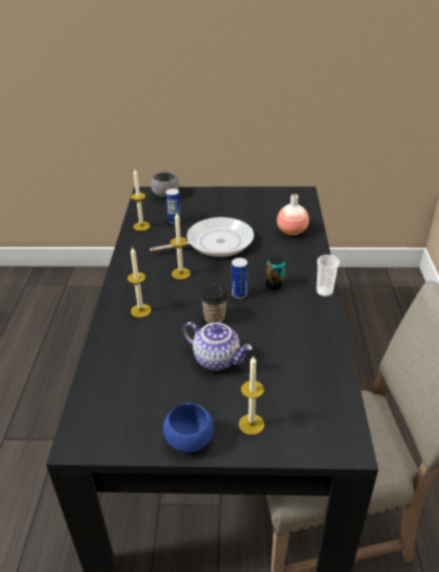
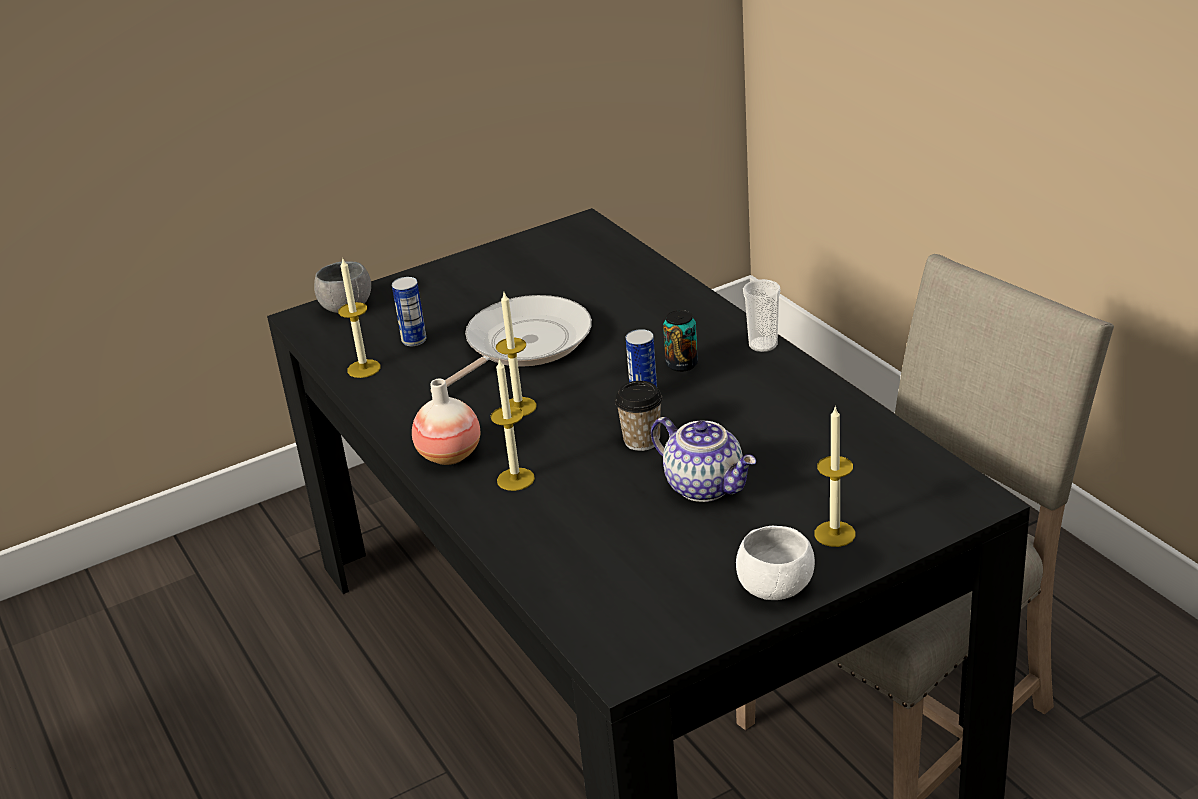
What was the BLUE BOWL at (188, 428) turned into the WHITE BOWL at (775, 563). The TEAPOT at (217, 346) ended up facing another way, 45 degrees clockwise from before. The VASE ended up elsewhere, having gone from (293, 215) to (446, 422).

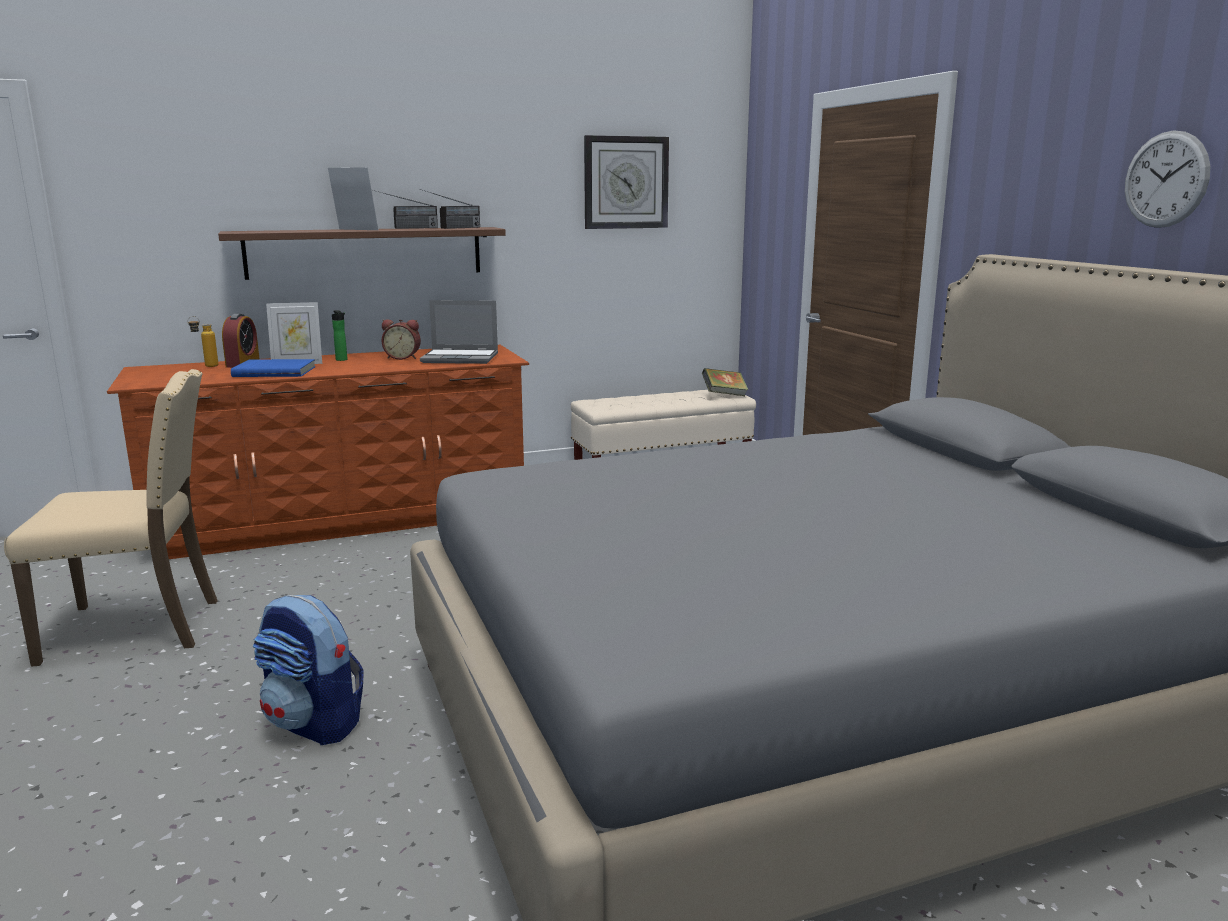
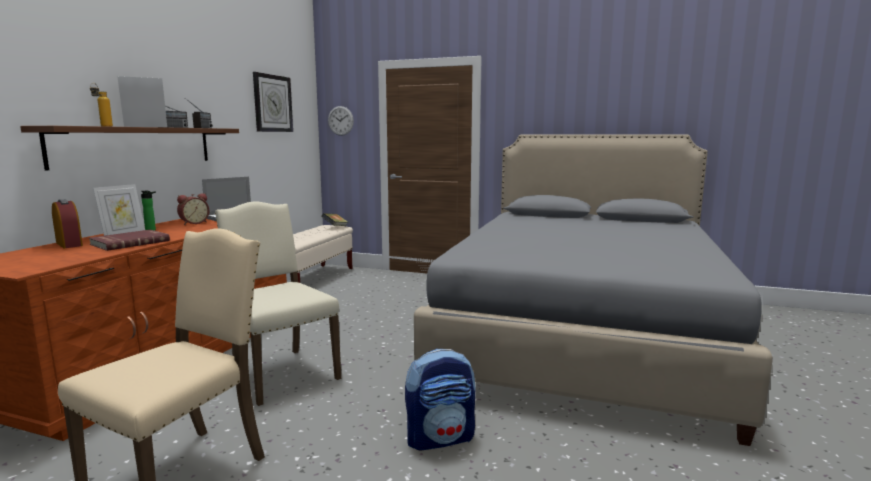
The BOTTLE ended up elsewhere, having gone from (203, 341) to (101, 105). What was the BLUE BOOK at (273, 368) turned into the RED BOOK at (129, 240). The WALL CLOCK ended up elsewhere, having gone from (1168, 179) to (341, 121). The second view gained the BEIGE CHAIR at (278, 304).

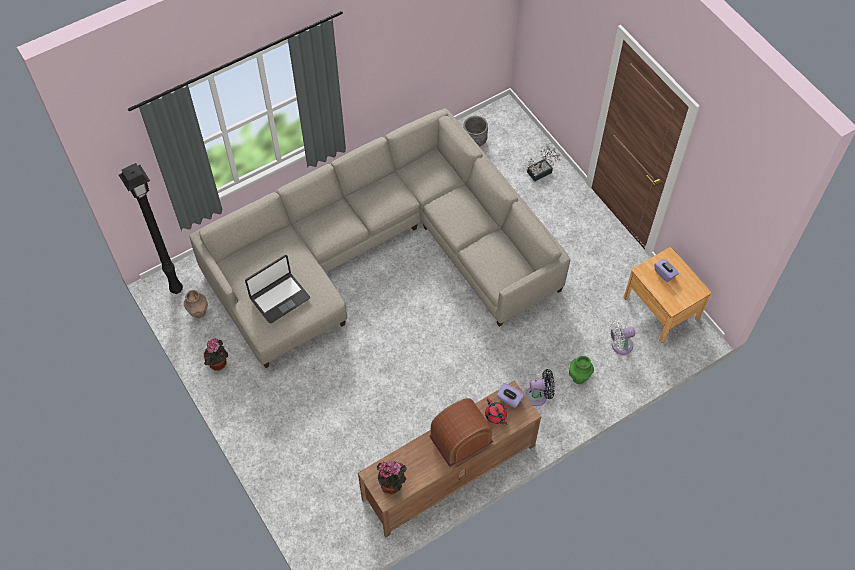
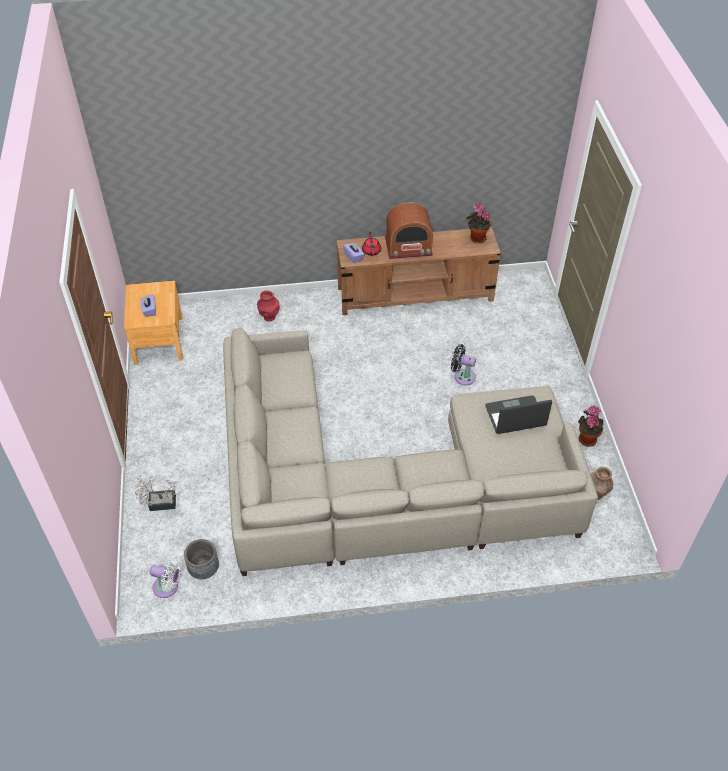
The second view lost the BLACK FLOOR LAMP at (151, 228). The BLACK FAN ended up elsewhere, having gone from (540, 387) to (463, 364). What was the GREEN VASE at (581, 370) turned into the RED VASE at (268, 305). The WHITE FAN ended up elsewhere, having gone from (622, 337) to (165, 577).

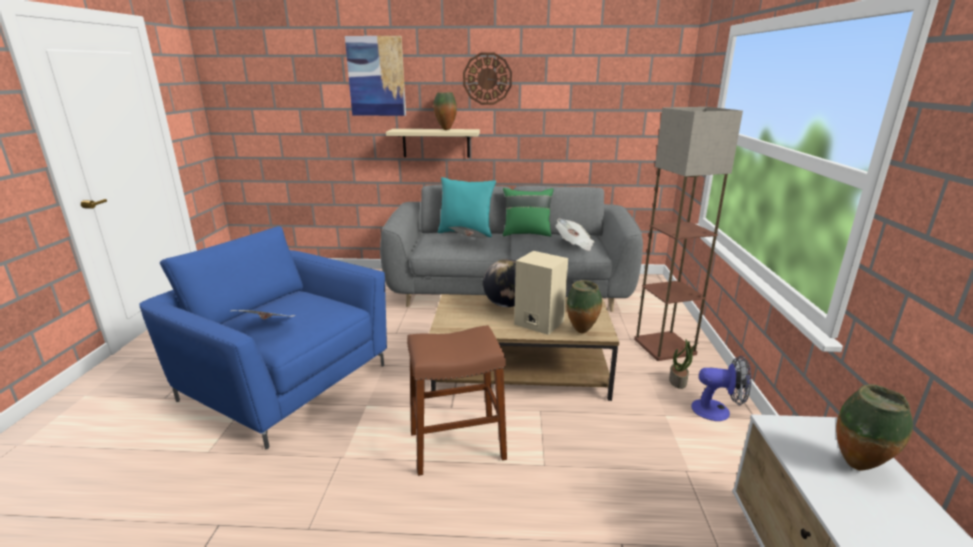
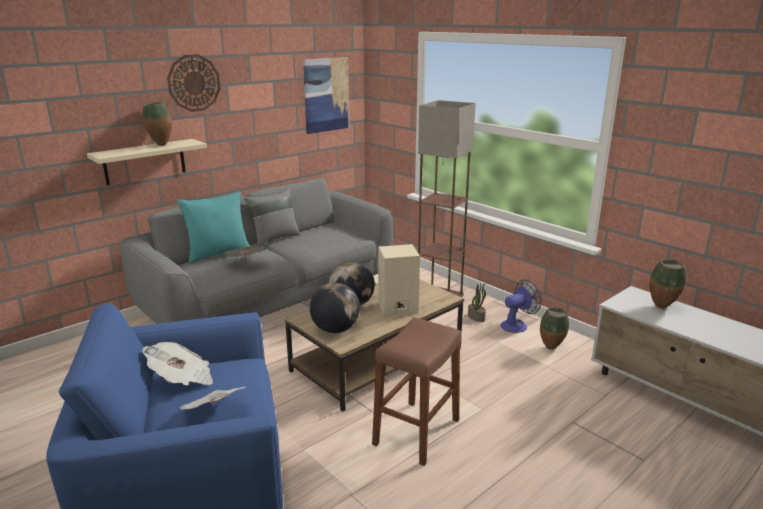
The PICTURE ended up elsewhere, having gone from (375, 76) to (326, 95). What was the GREEN PILLOW at (528, 212) turned into the GREY PILLOW at (272, 217). The NEWSPAPER ended up elsewhere, having gone from (575, 234) to (177, 364). The VASE ended up elsewhere, having gone from (584, 307) to (554, 328). The second view gained the GLOBE at (335, 308).

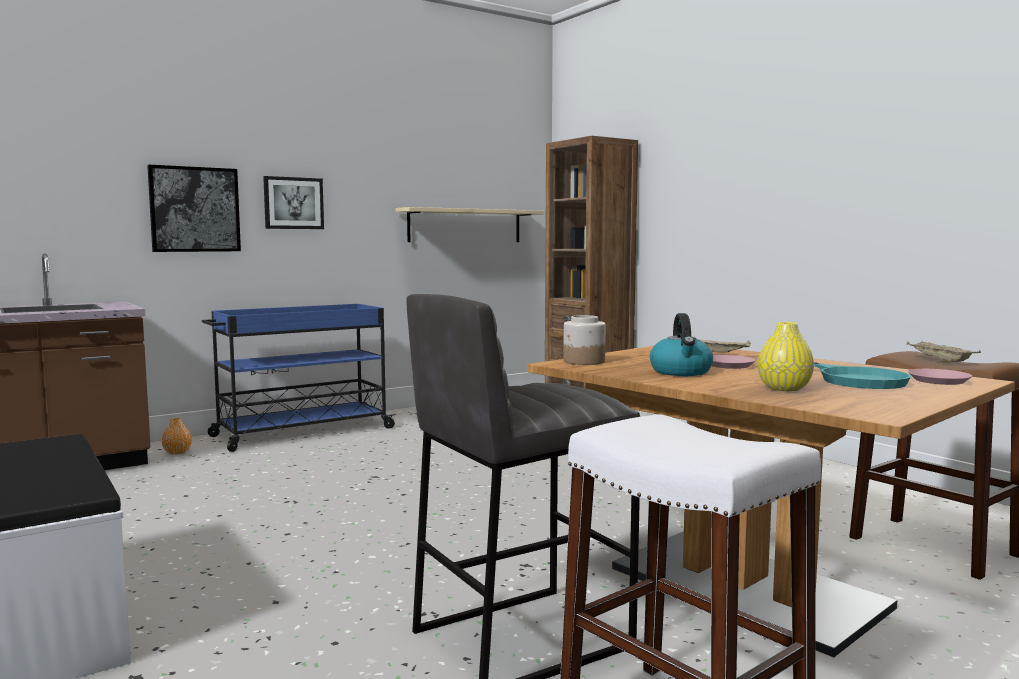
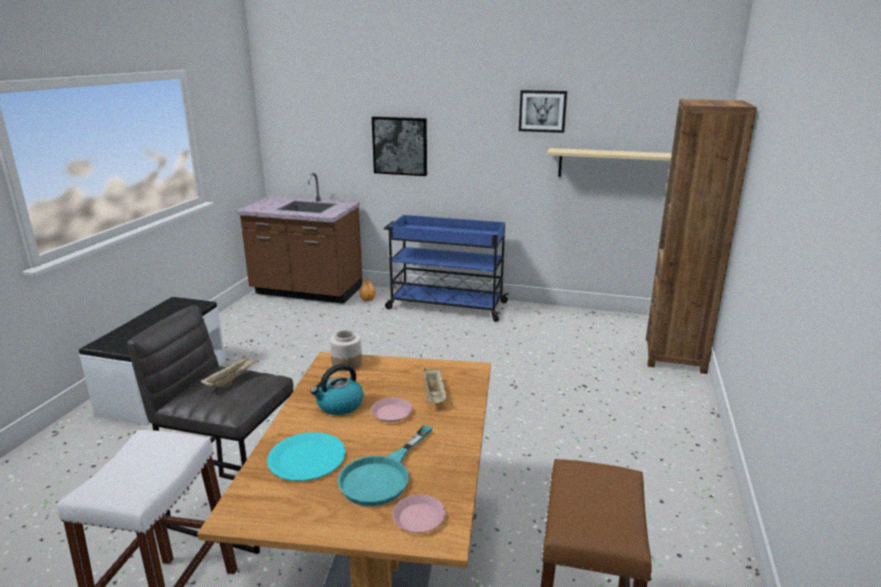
The PICTURE ended up elsewhere, having gone from (293, 202) to (543, 111). Where the YELLOW VASE stood at (786, 356), the TURQUOISE PLATE came to stand at (306, 456). The BEIGE TRAY ended up elsewhere, having gone from (943, 352) to (229, 371).

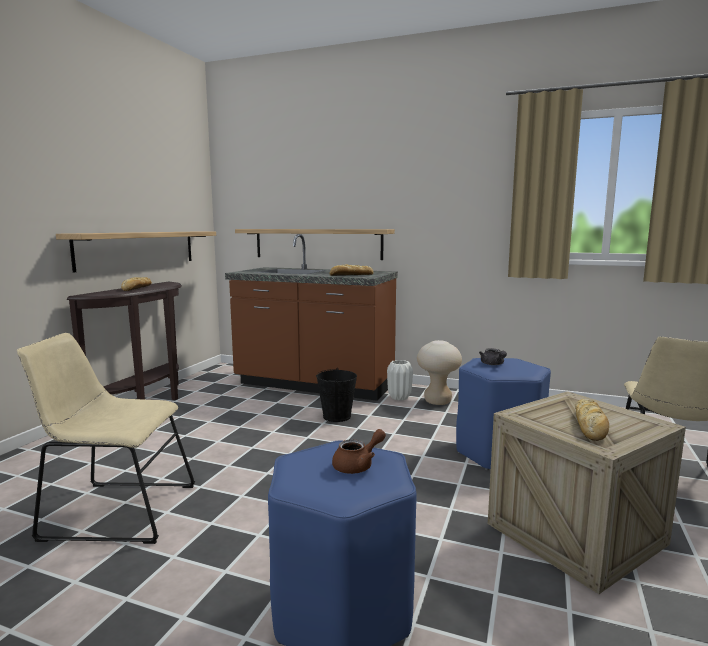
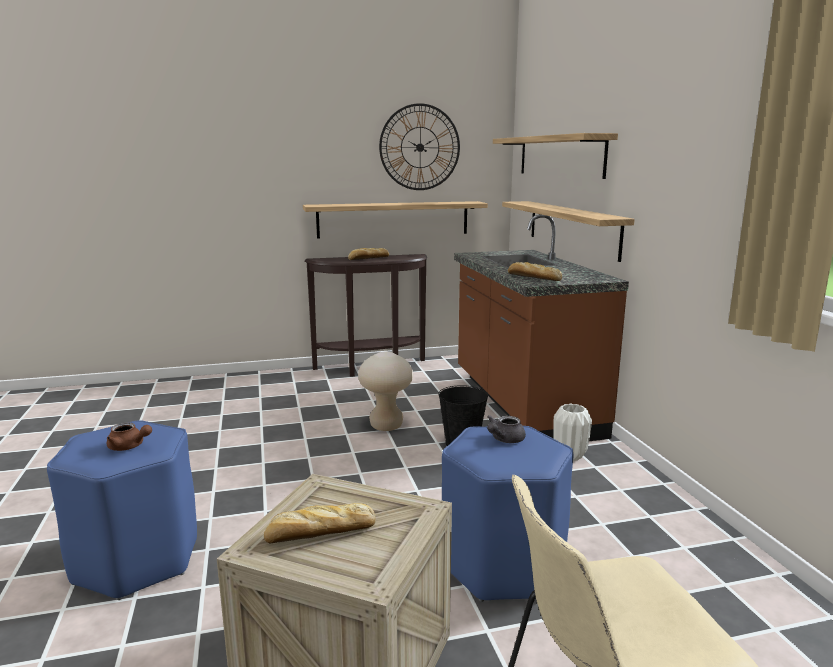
The second view lost the BEIGE CHAIR at (106, 438). The BEIGE STOOL ended up elsewhere, having gone from (439, 372) to (385, 391). The second view gained the WALL CLOCK at (419, 146). The second view gained the SHELF at (555, 156).

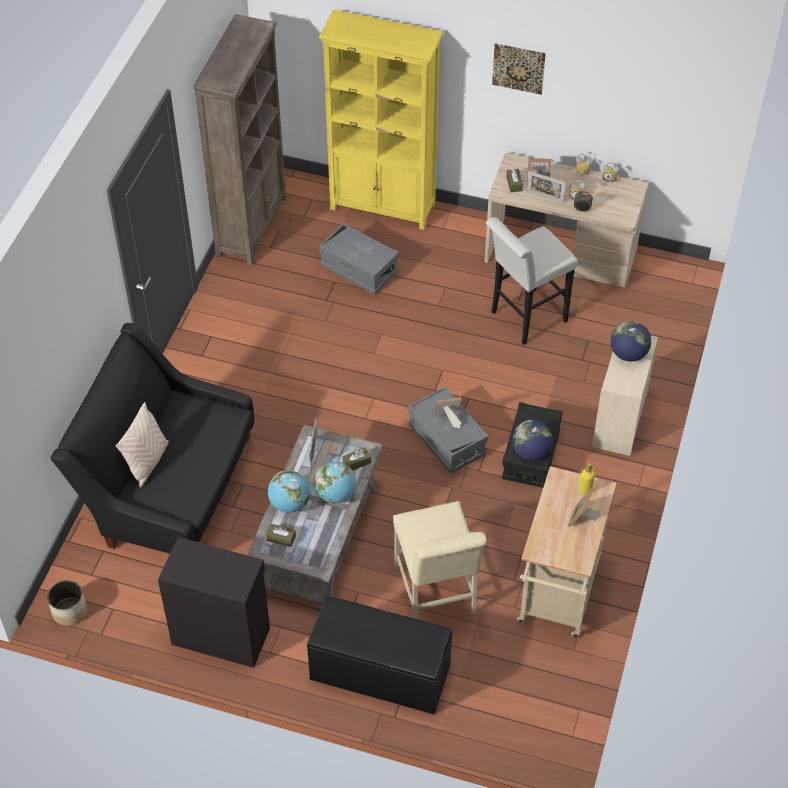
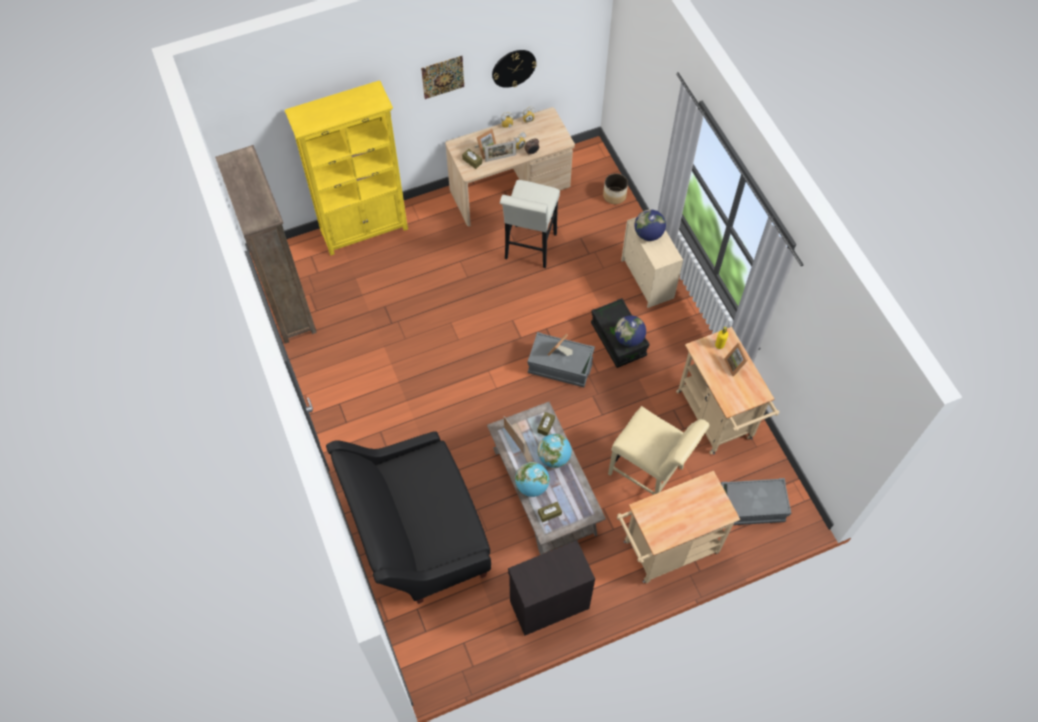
The PLANTER ended up elsewhere, having gone from (67, 603) to (615, 188). The second view lost the BEIGE PILLOW at (142, 445). Where the BLACK BENCH stood at (380, 654), the BEIGE CART came to stand at (678, 527). The GREY STORAGE BOX ended up elsewhere, having gone from (359, 258) to (756, 501). The second view gained the WALL CLOCK at (514, 69).

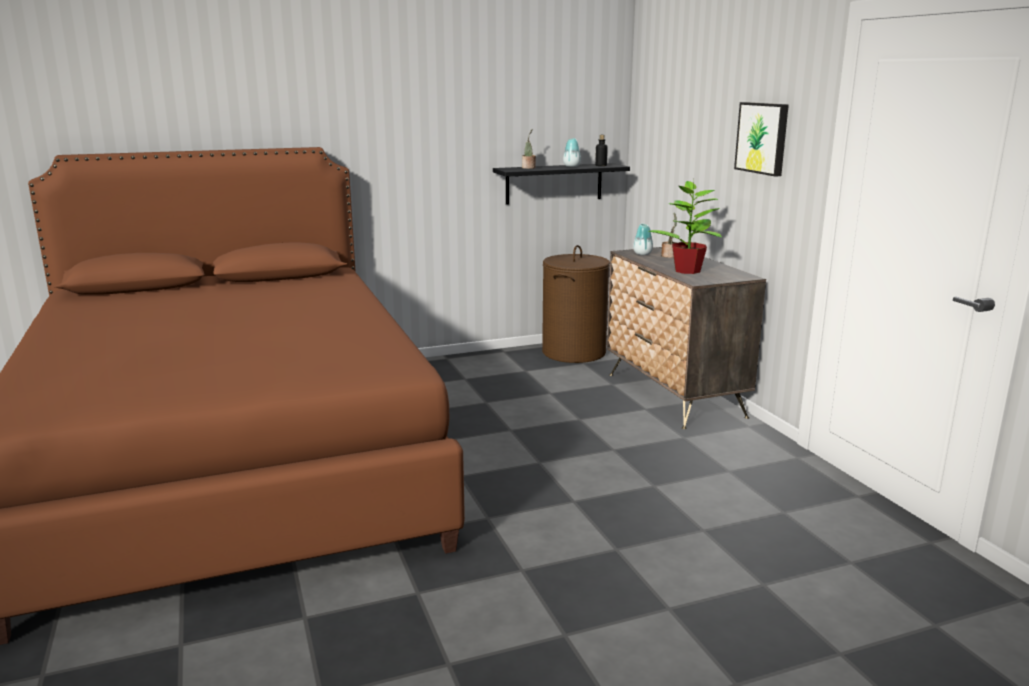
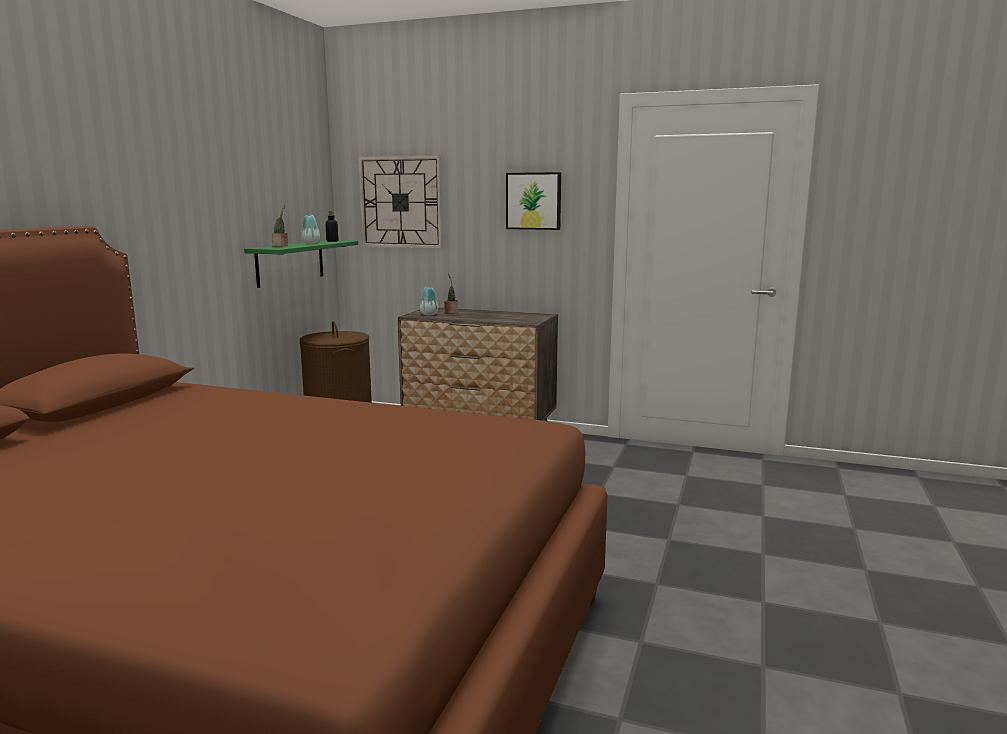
What was the BLACK SHELF at (561, 184) turned into the GREEN SHELF at (301, 264). The second view lost the POTTED PLANT at (685, 227). The second view gained the WALL CLOCK at (400, 202).

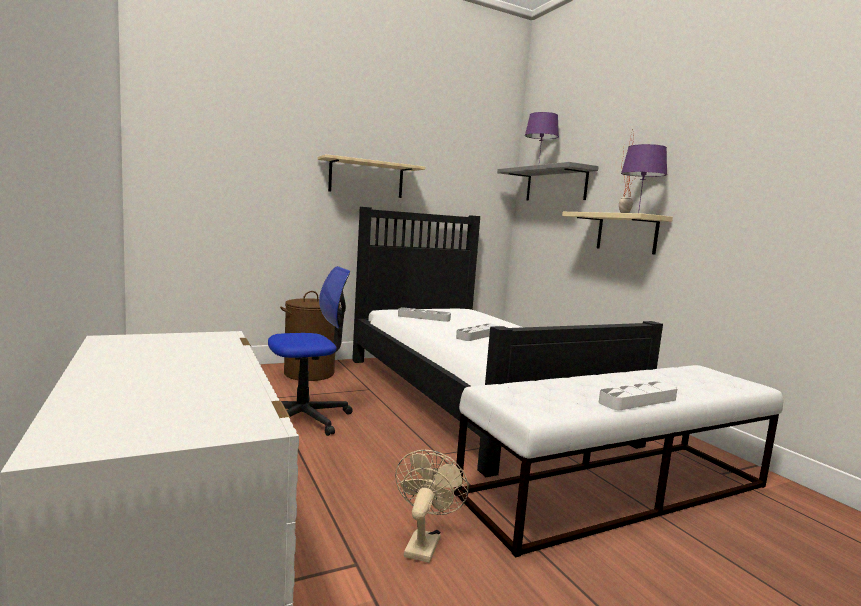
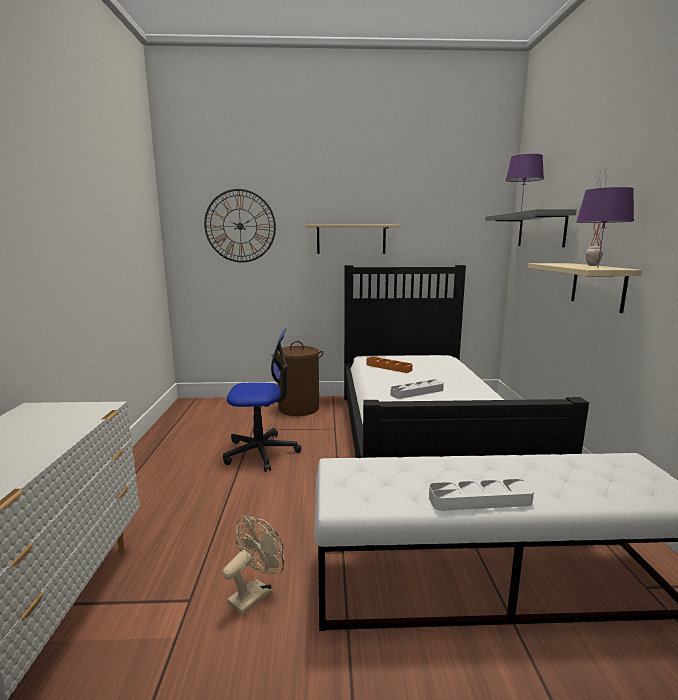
What was the GREY TRAY at (424, 315) turned into the ORANGE TRAY at (390, 365). The second view gained the WALL CLOCK at (240, 225).

